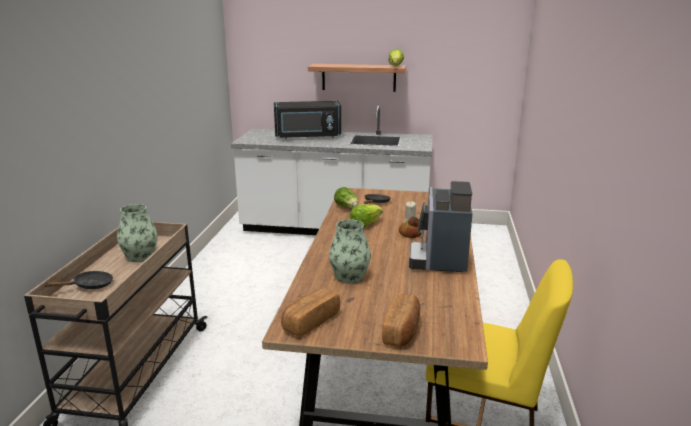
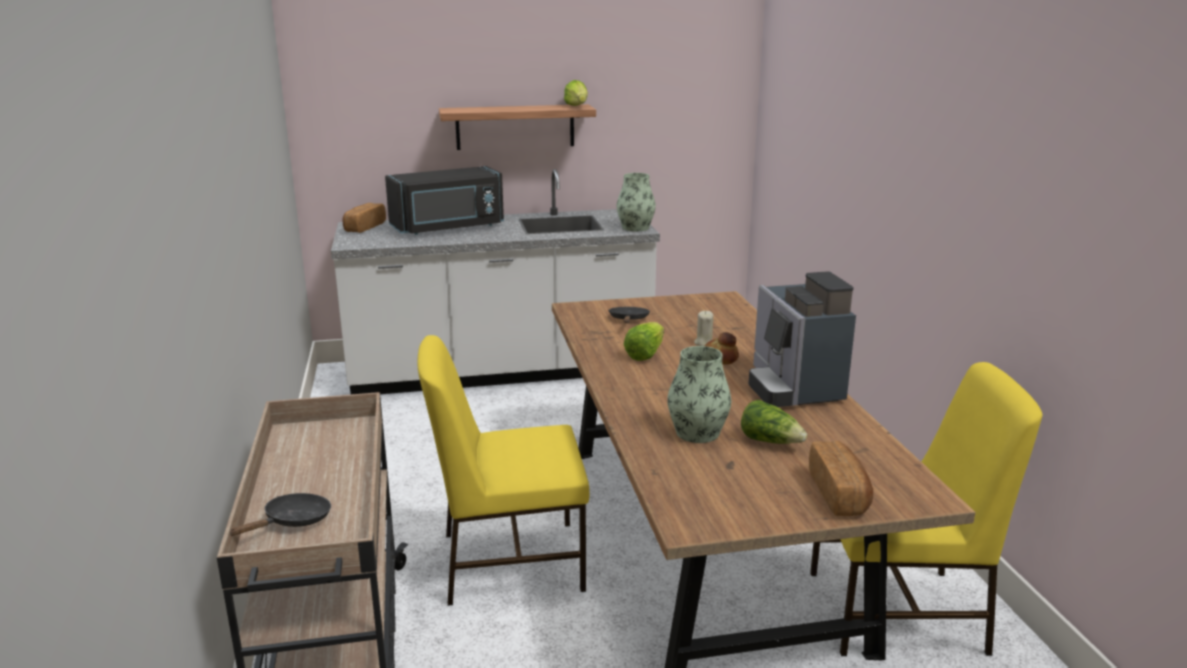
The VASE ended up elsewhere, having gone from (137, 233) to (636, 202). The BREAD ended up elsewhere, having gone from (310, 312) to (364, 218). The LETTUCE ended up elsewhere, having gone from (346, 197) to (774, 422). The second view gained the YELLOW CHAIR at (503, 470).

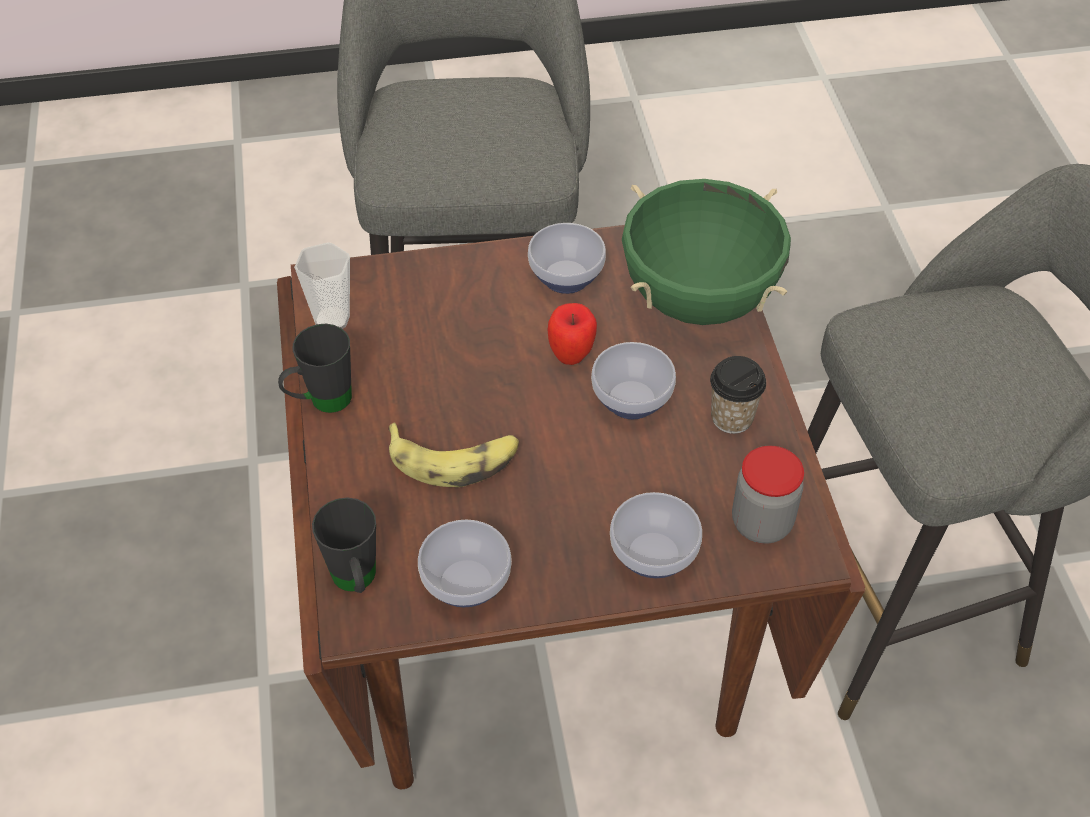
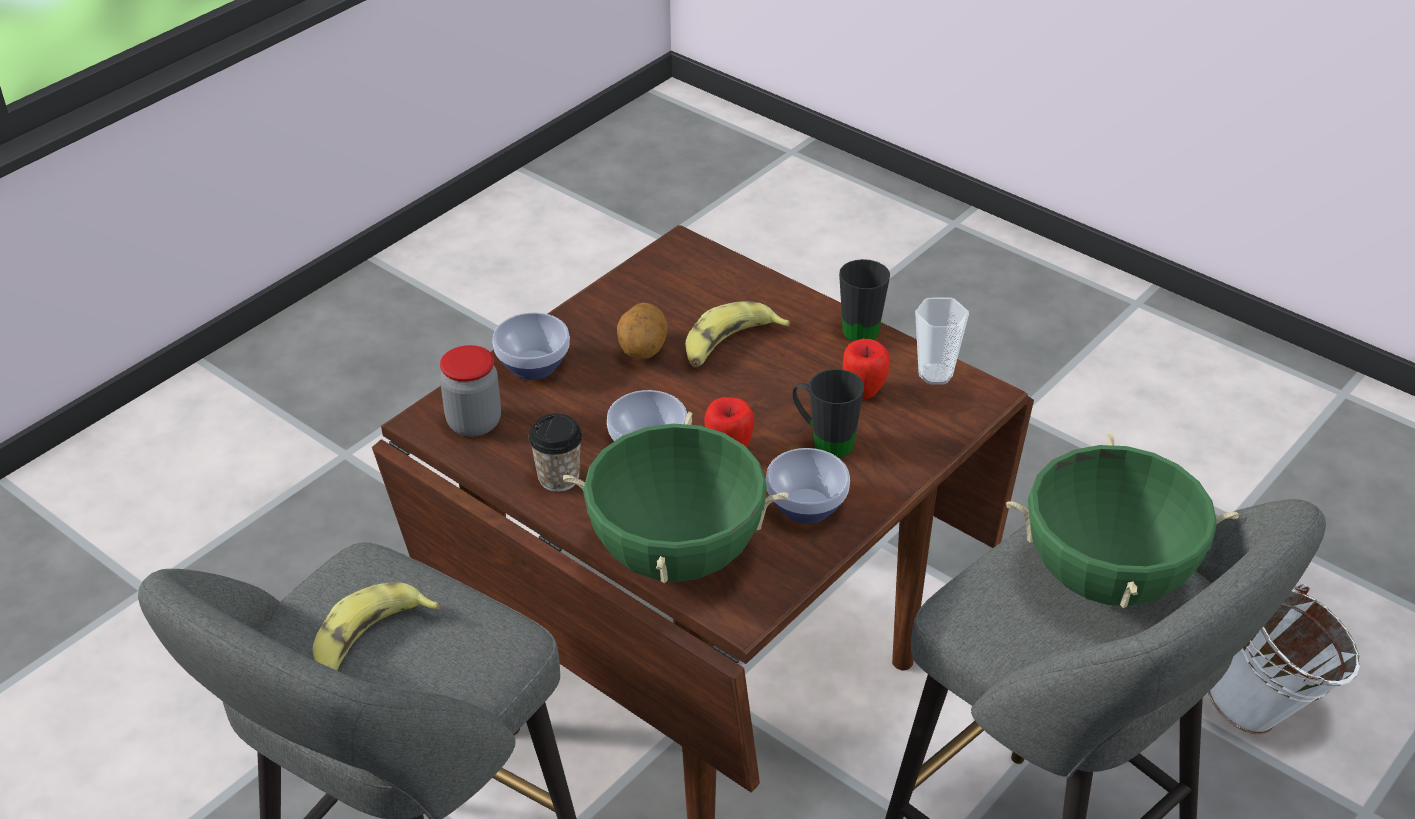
The BLACK MUG ended up elsewhere, having gone from (344, 545) to (828, 413). The second view lost the BOWL at (465, 563). The second view gained the BANANA at (376, 626). The second view gained the POTATO at (642, 331). The second view gained the APPLE at (866, 369). The second view gained the GREEN COOKING POT at (1122, 520). The second view gained the WHITE BUCKET at (1284, 659).

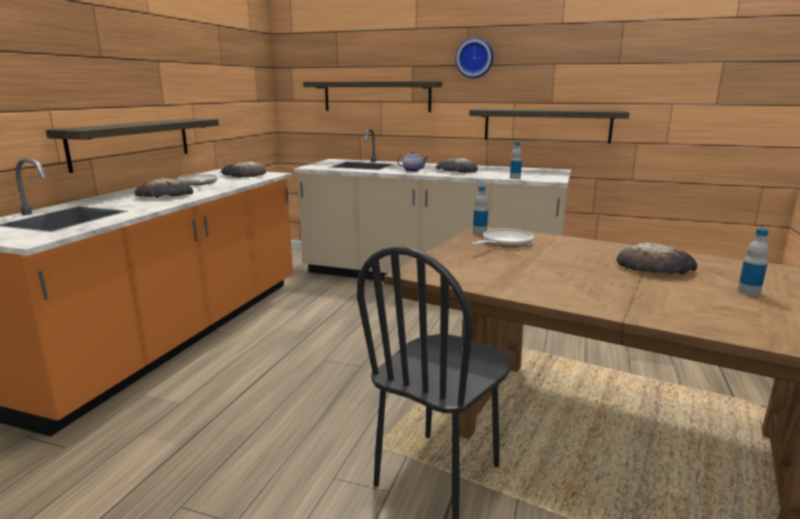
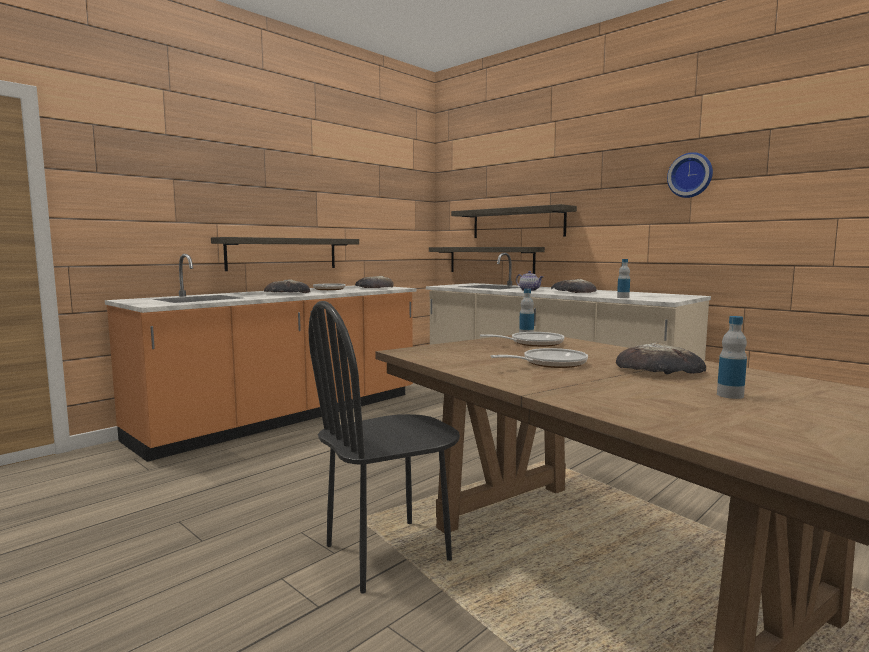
The WALL CLOCK ended up elsewhere, having gone from (474, 57) to (690, 175). The SHELF ended up elsewhere, having gone from (549, 126) to (487, 260). The second view gained the FRYING PAN at (539, 358).

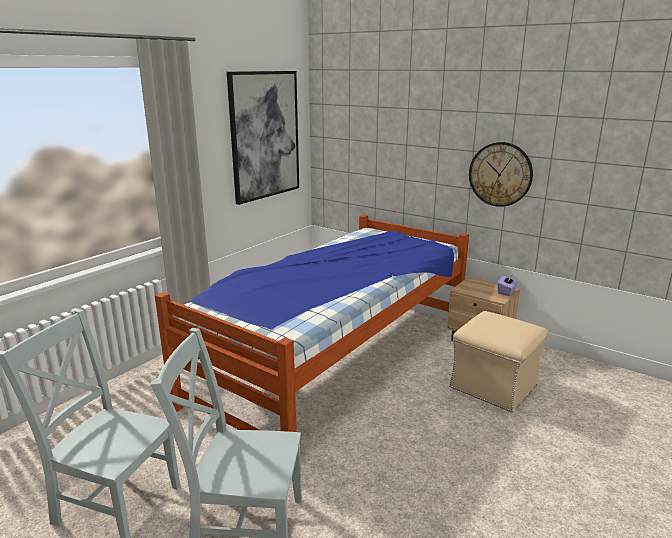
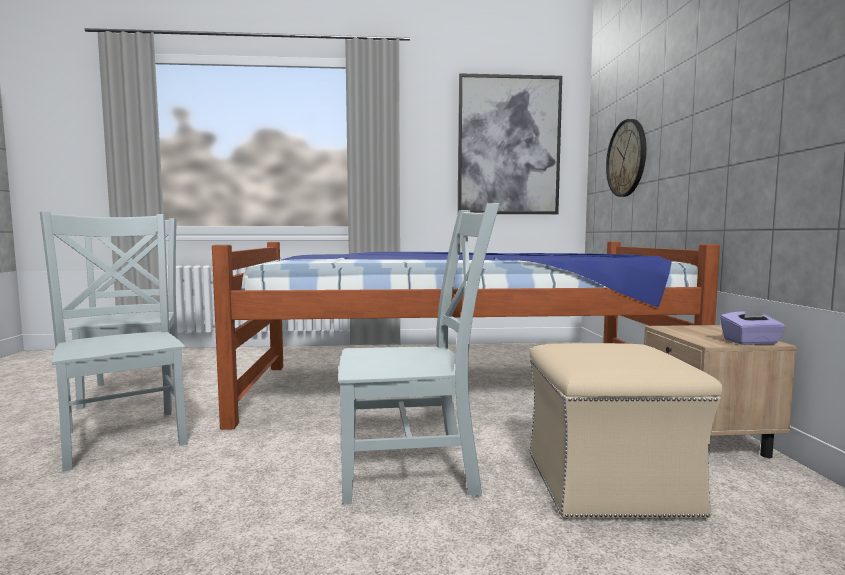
The WALL CLOCK ended up elsewhere, having gone from (501, 174) to (626, 158). The second view gained the GREY CHAIR at (419, 353).

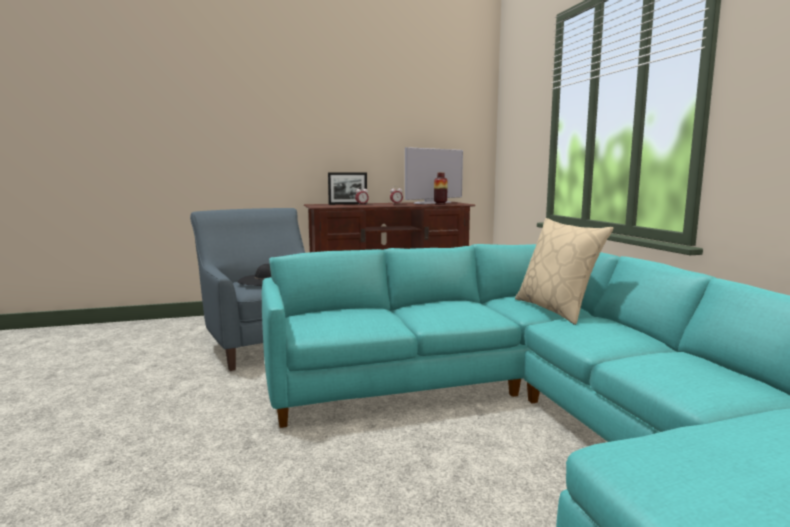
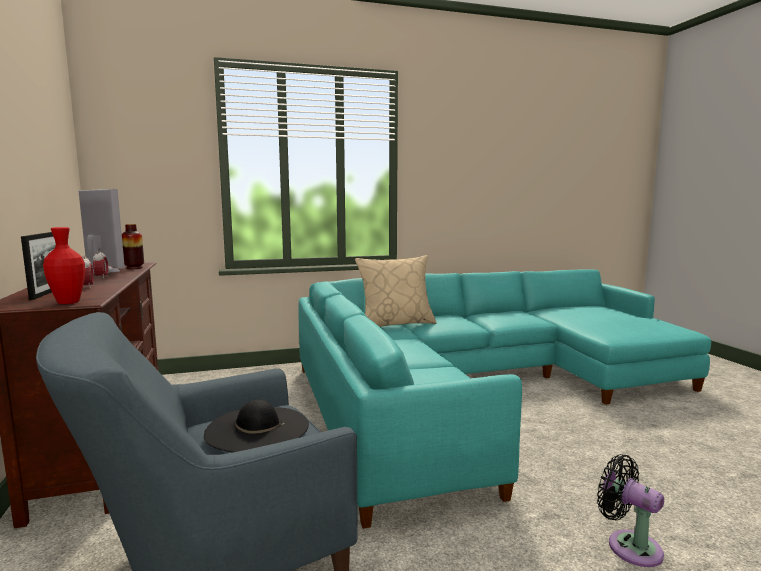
The second view gained the RED VASE at (64, 265). The second view gained the BLACK FAN at (630, 510).

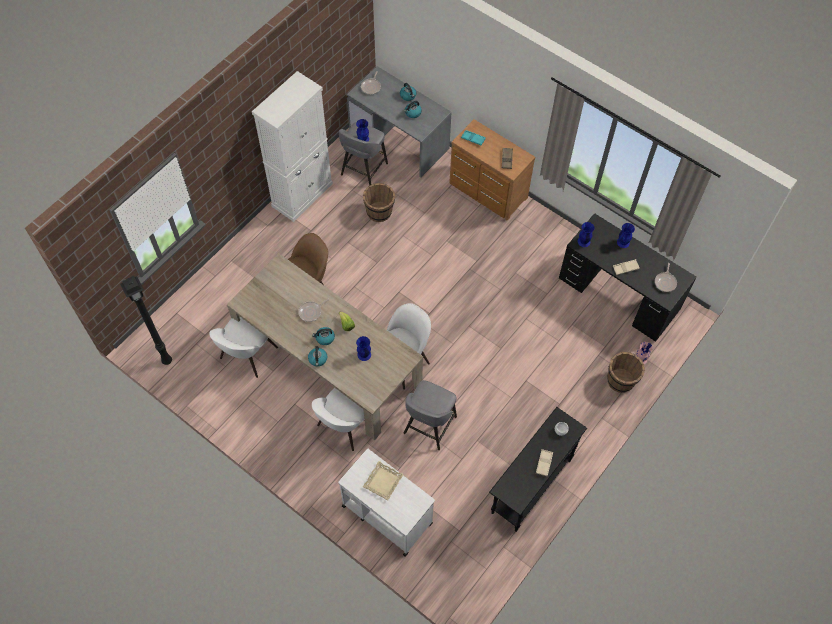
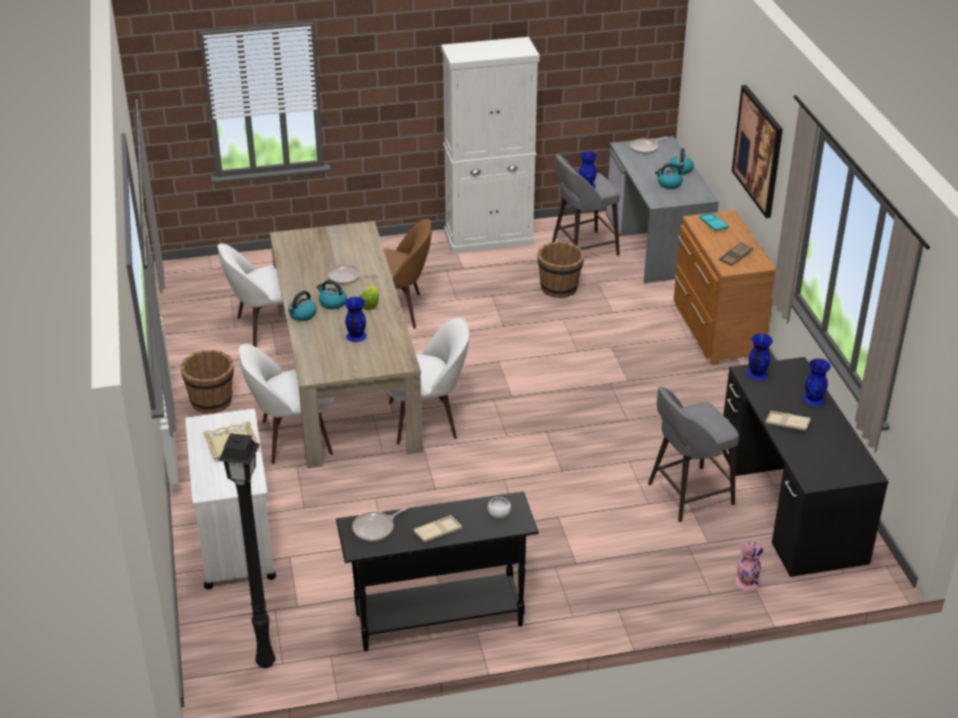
The BLACK FLOOR LAMP ended up elsewhere, having gone from (146, 320) to (246, 550). The GREY STOOL ended up elsewhere, having gone from (430, 415) to (693, 454). The BROWN BUCKET ended up elsewhere, having gone from (626, 372) to (207, 382). The FRYING PAN ended up elsewhere, having gone from (666, 277) to (380, 524). The second view gained the PICTURE at (757, 151).

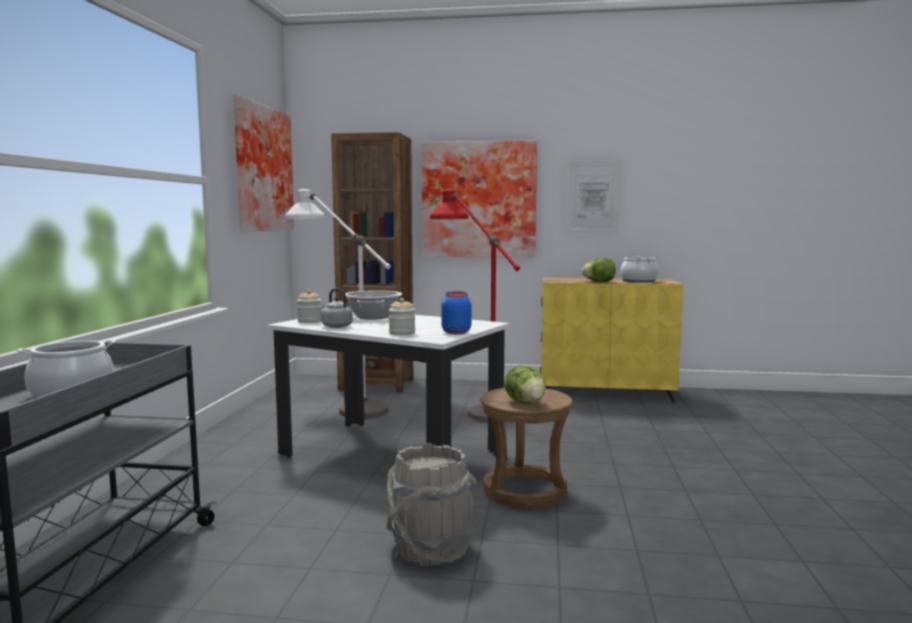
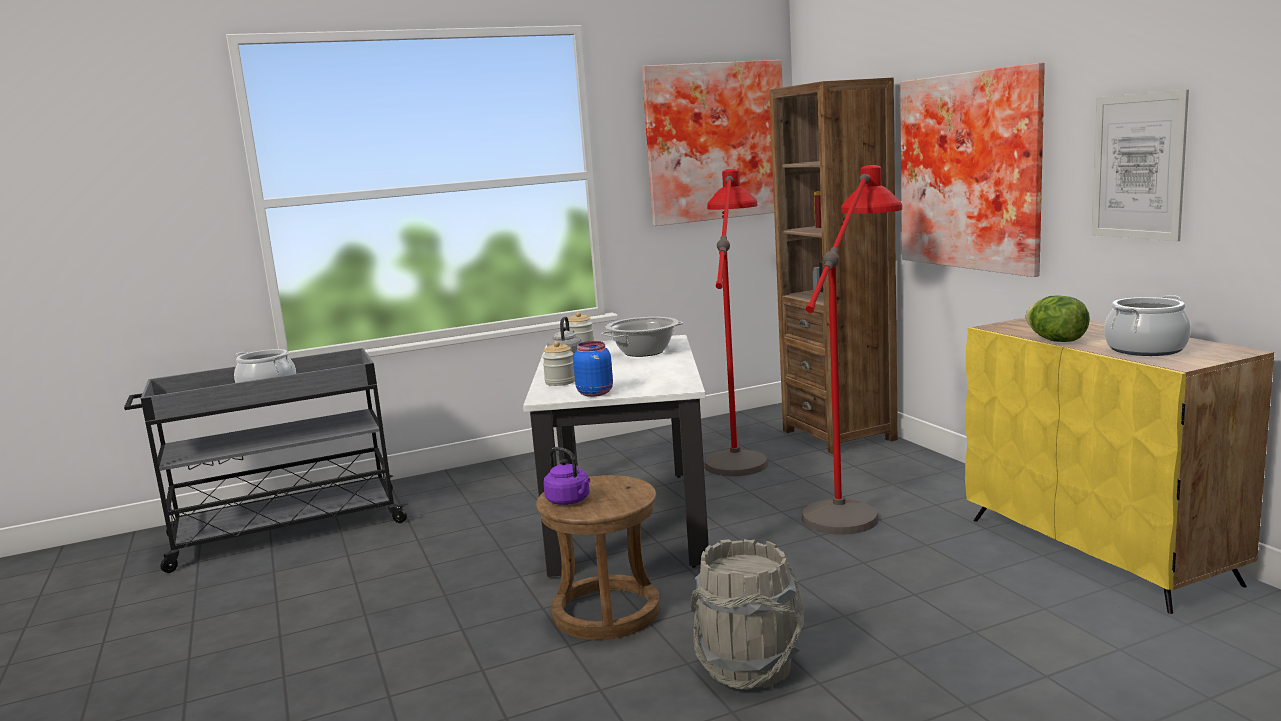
What was the WHITE FLOOR LAMP at (338, 304) turned into the RED FLOOR LAMP at (736, 322). The GREY BUCKET ended up elsewhere, having gone from (432, 504) to (747, 614). Where the LETTUCE stood at (525, 384), the PURPLE KETTLE came to stand at (567, 476).

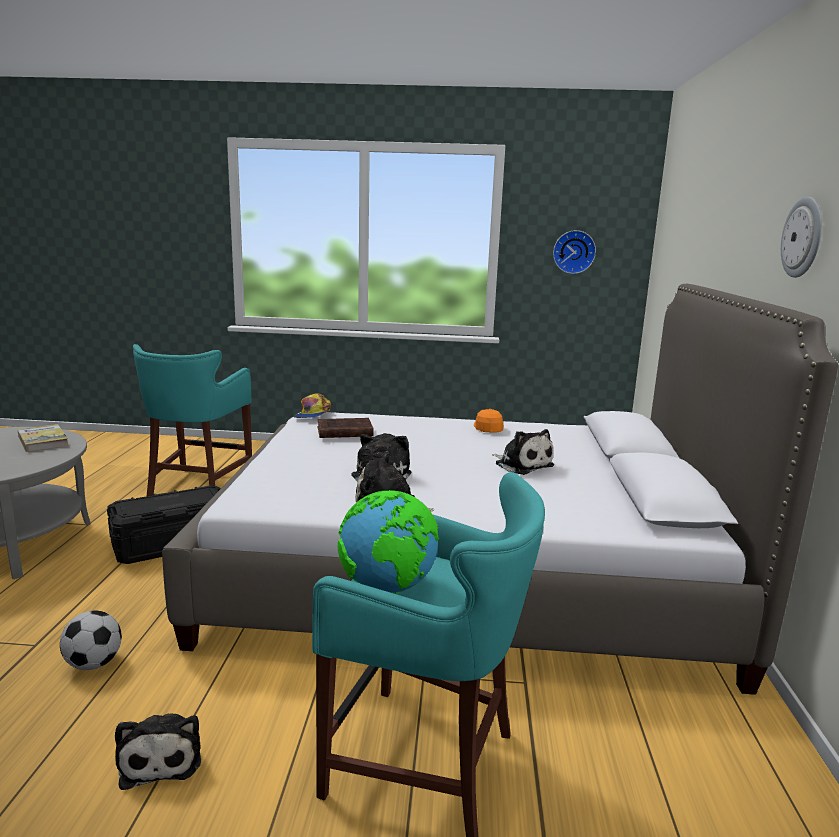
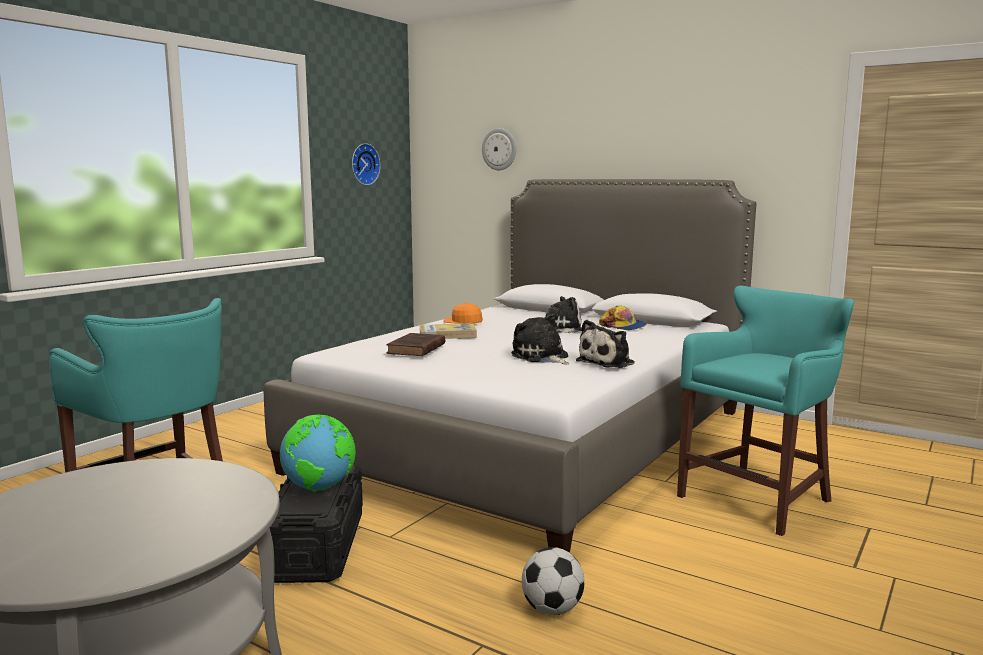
The BOOK ended up elsewhere, having gone from (43, 438) to (448, 331). The second view lost the PLUSH TOY at (158, 752). The CAP ended up elsewhere, having gone from (312, 405) to (623, 318). The GLOBE ended up elsewhere, having gone from (388, 541) to (317, 453). The WALL CLOCK ended up elsewhere, having gone from (801, 237) to (499, 149).

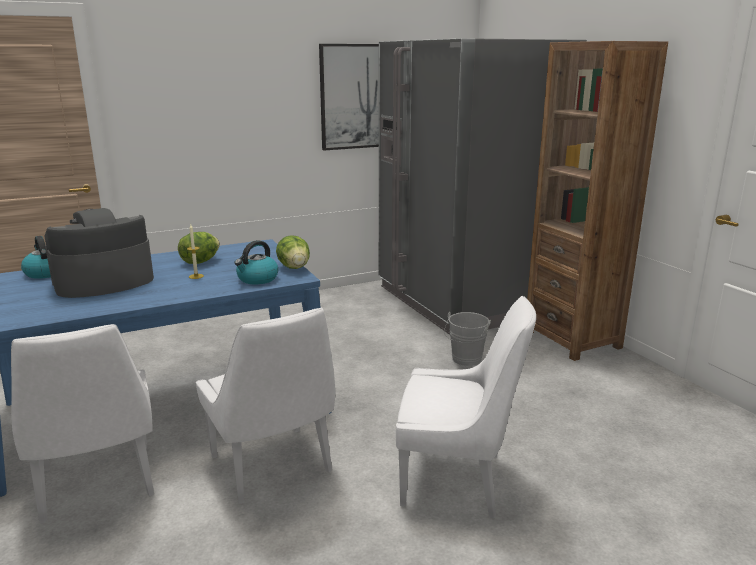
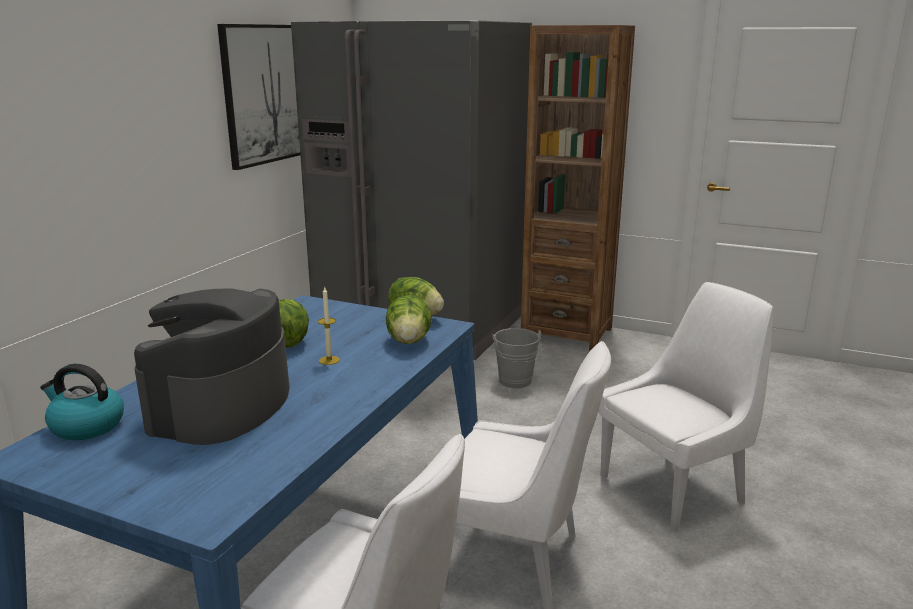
Where the KETTLE stood at (256, 262), the LETTUCE came to stand at (409, 319).

